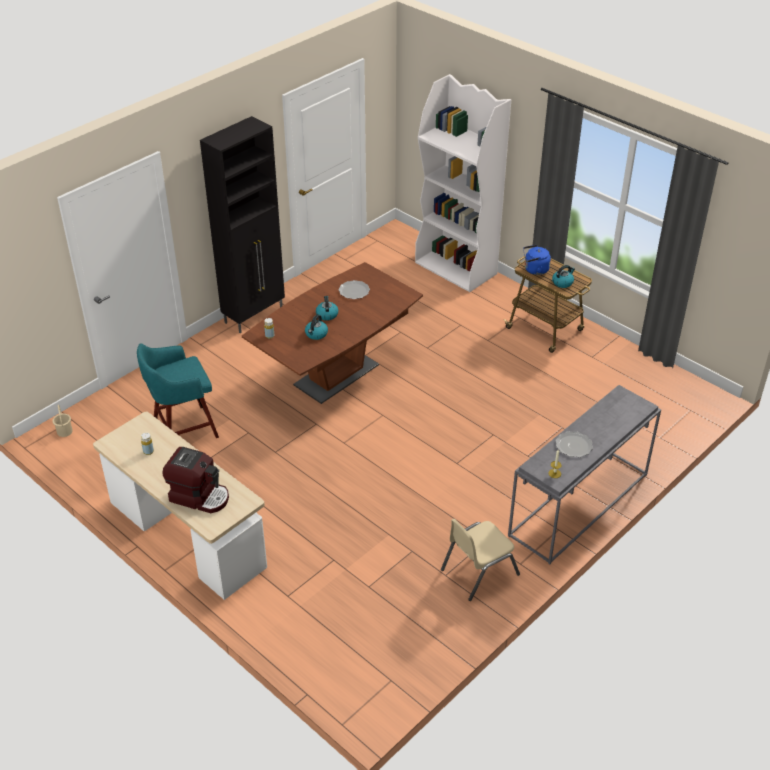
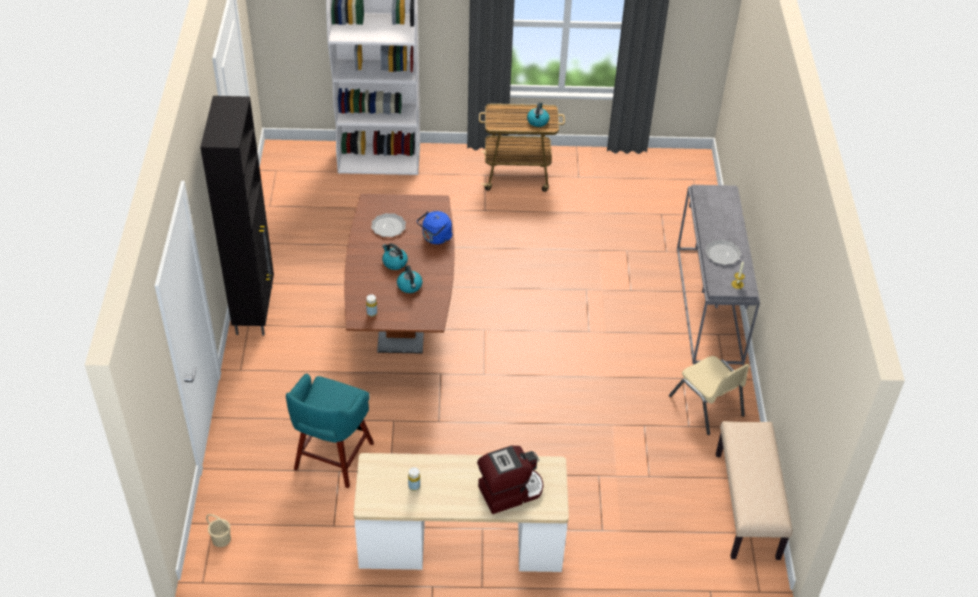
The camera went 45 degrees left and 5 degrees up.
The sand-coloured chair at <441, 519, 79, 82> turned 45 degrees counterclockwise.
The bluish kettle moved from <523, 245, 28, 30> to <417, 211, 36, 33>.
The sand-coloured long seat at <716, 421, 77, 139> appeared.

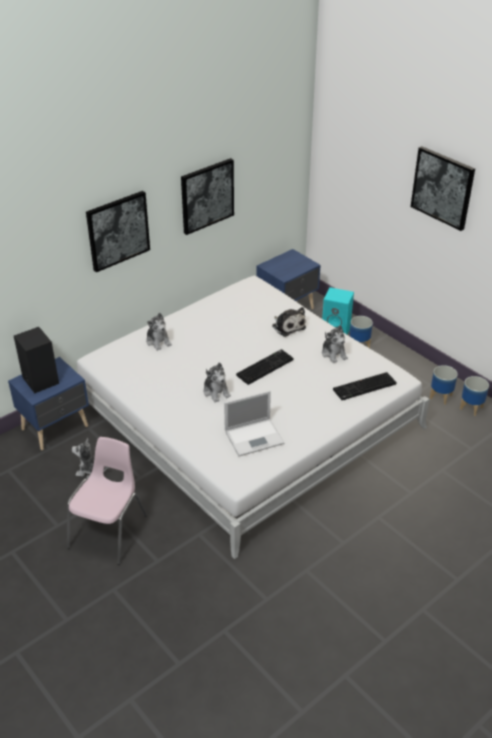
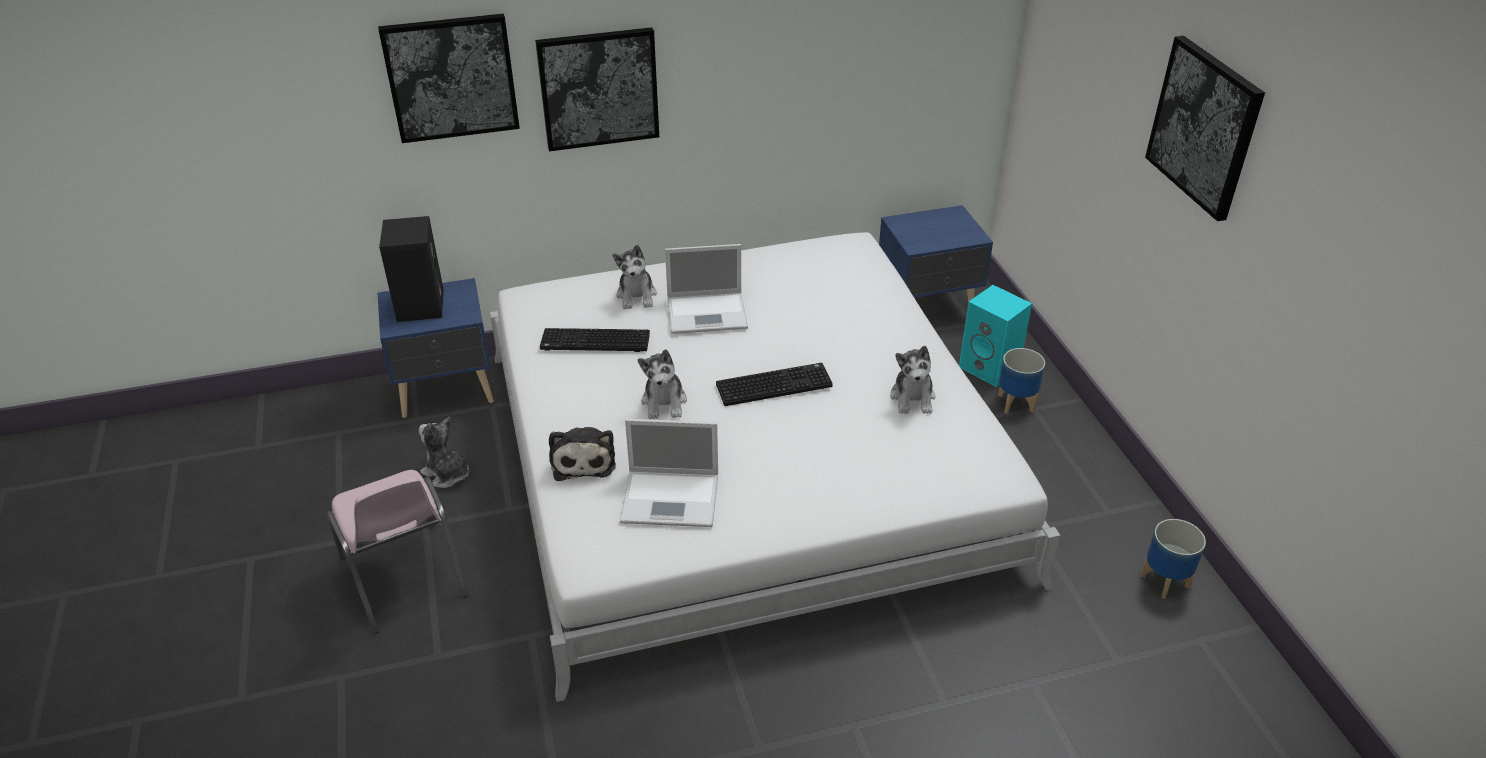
The camera went 25 degrees right and 0 degrees up.
The pink chair at <67, 437, 80, 128> turned 105 degrees clockwise.
The wall art moved from <181, 158, 53, 77> to <378, 14, 142, 129>.
The plush toy moved from <273, 307, 33, 30> to <549, 427, 67, 54>.
The keyboard moved from <333, 372, 64, 28> to <540, 328, 110, 24>.
The planter at <430, 365, 28, 40> disappeared.
The notebook computer at <665, 244, 83, 90> appeared.

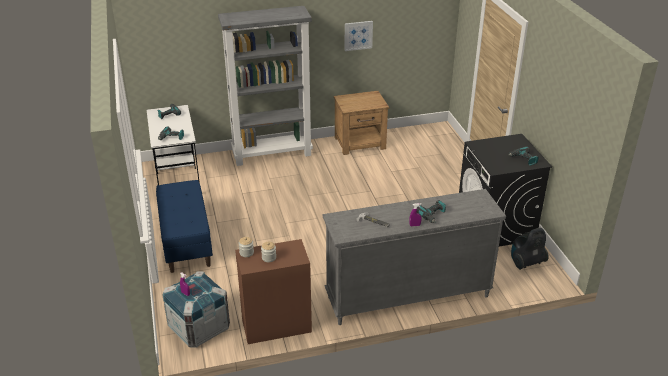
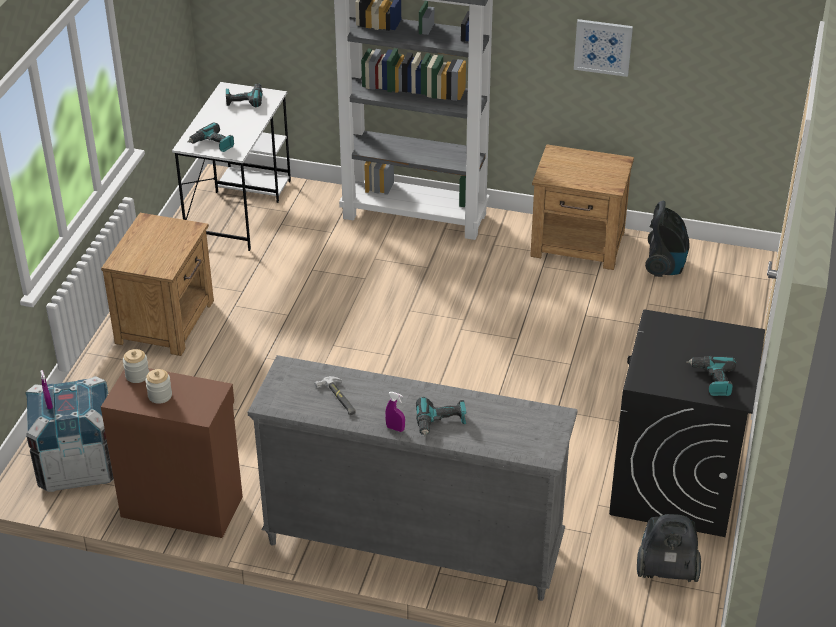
The camera went 30 degrees right and 5 degrees up.
The bluish long seat at <156, 180, 57, 93> was replaced by the brownish night table at <101, 213, 113, 143>.
The hoover at <645, 201, 44, 76> appeared.

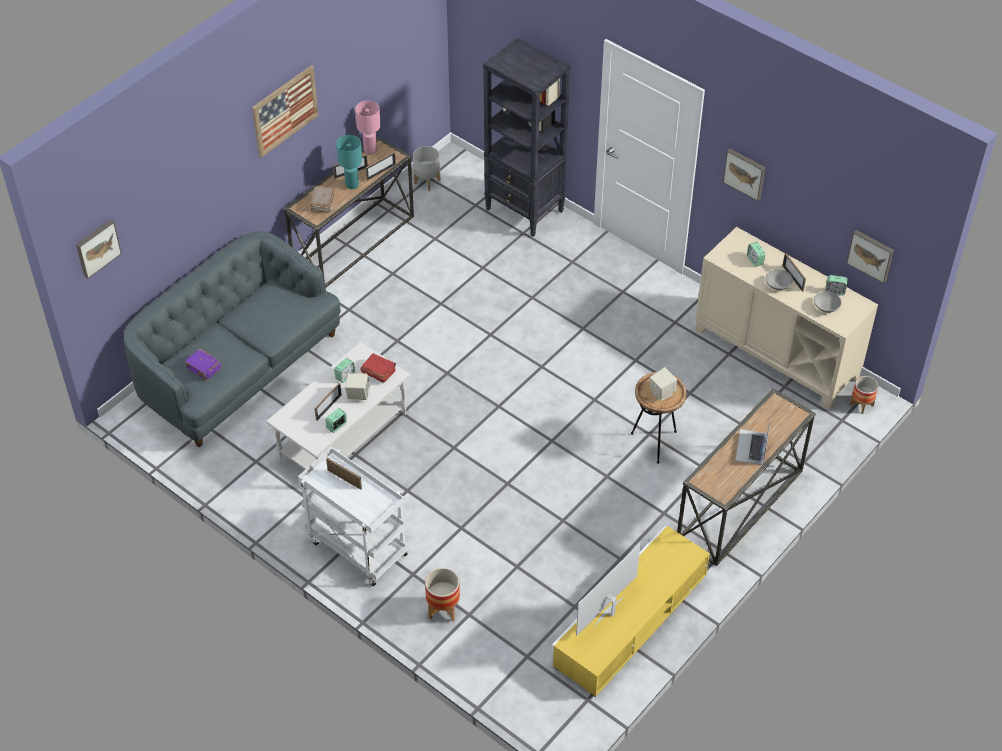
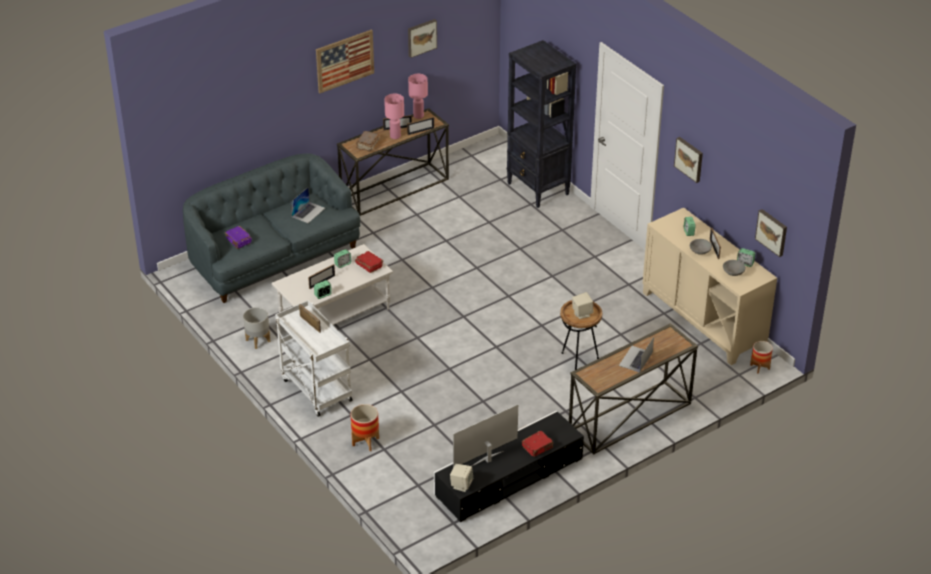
The camera went 15 degrees right and 10 degrees down.
The wall art moved from <76, 220, 46, 59> to <408, 19, 29, 39>.
The turquoise-coloured tabletop lamp at <336, 135, 26, 54> became the pink tabletop lamp at <384, 93, 20, 46>.
The sand-coloured speaker moved from <345, 373, 25, 30> to <450, 464, 23, 28>.
The grey planter moved from <413, 146, 28, 45> to <243, 307, 27, 42>.
The yellow tv unit at <551, 525, 159, 172> became the black-coloured tv unit at <434, 411, 150, 111>.
The notebook computer at <291, 187, 34, 36> appeared.
The red-coloured volume at <522, 431, 31, 26> appeared.

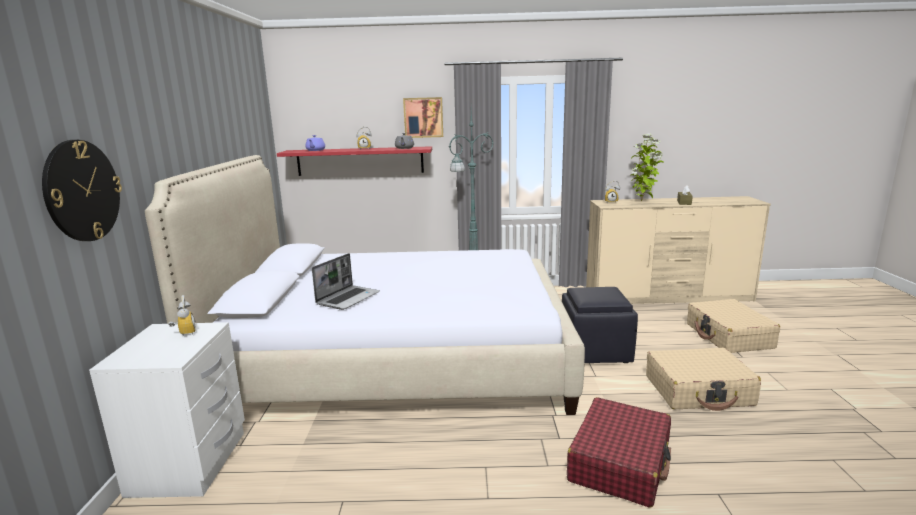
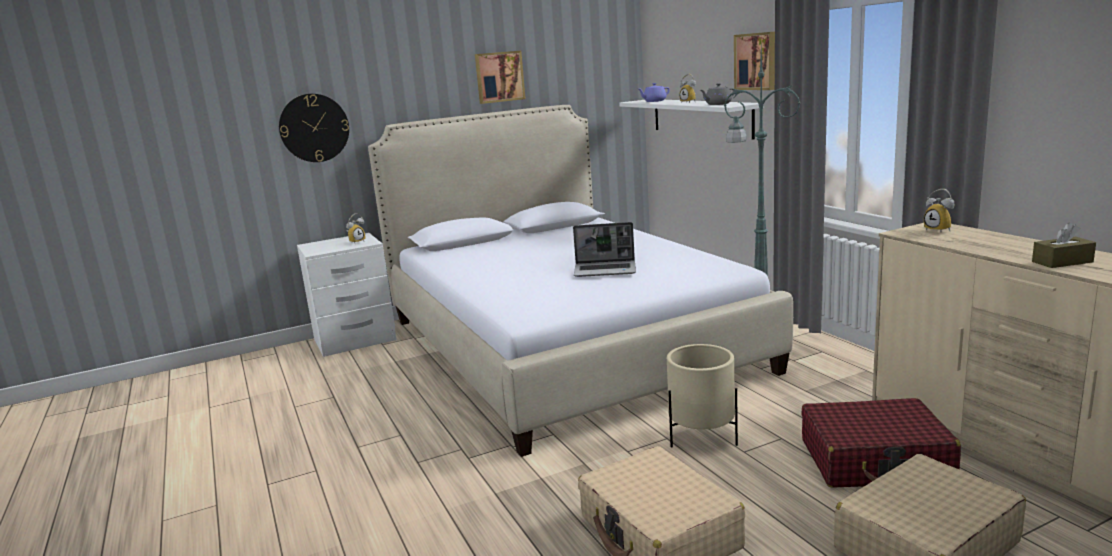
The camera went 65 degrees right and 0 degrees up.
The red-coloured wall shelf at <277, 146, 155, 30> became the white-coloured wall shelf at <619, 100, 145, 40>.
The notebook computer moved from <312, 253, 68, 57> to <573, 222, 63, 55>.
The black-coloured pouffe at <562, 287, 76, 76> was replaced by the sand-coloured planter at <667, 344, 71, 104>.
The red-coloured piece of luggage moved from <567, 397, 104, 111> to <801, 398, 160, 90>.
The potted plant at <631, 133, 32, 69> disappeared.
The wall art at <475, 51, 50, 53> appeared.

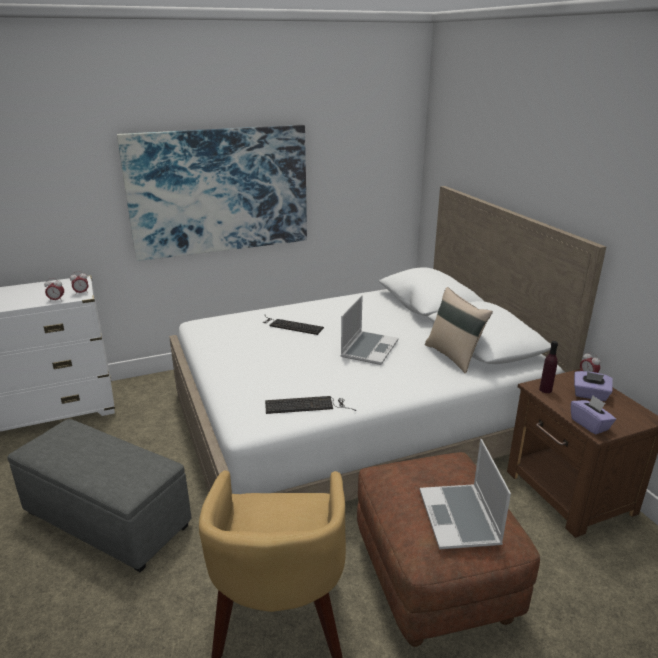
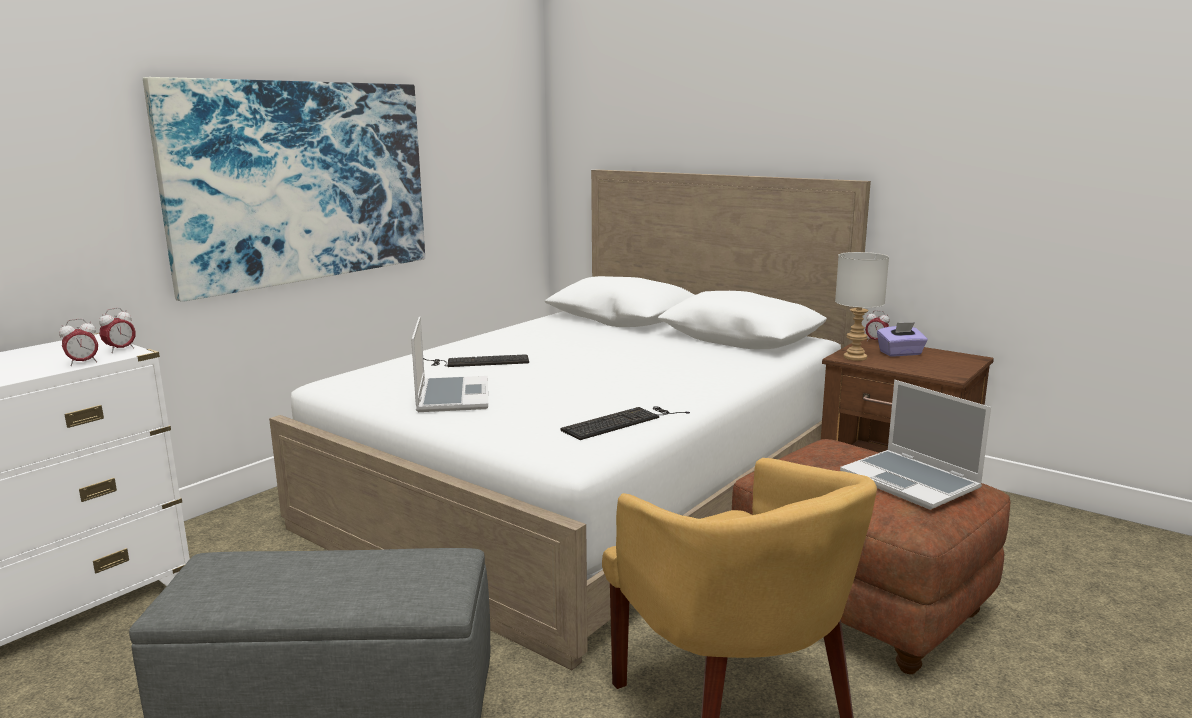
The camera went 30 degrees left and 10 degrees down.
The notebook computer moved from <341, 295, 58, 70> to <411, 316, 77, 96>.
The sand-coloured pillow at <425, 287, 68, 87> disappeared.
The purple bottle at <539, 341, 19, 52> was replaced by the grey tabletop lamp at <835, 252, 54, 109>.
The purple box of tissues at <571, 395, 45, 40> disappeared.

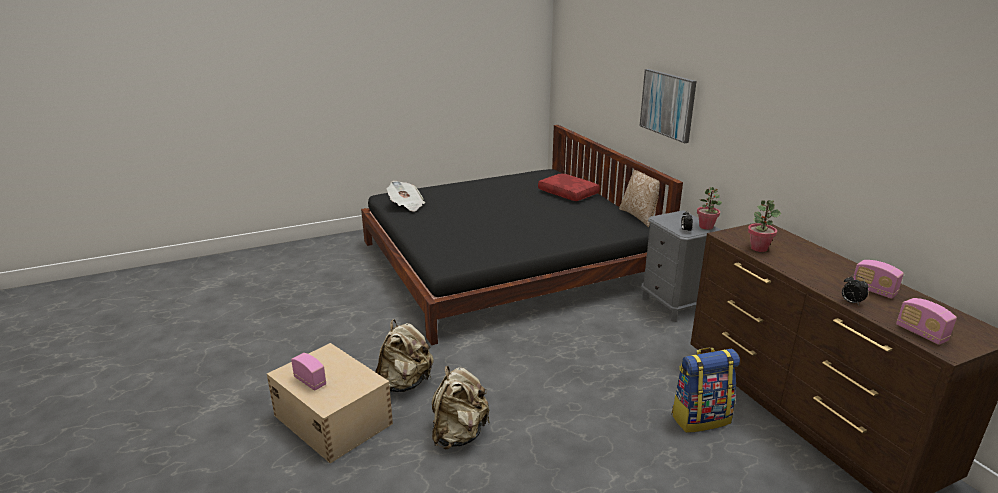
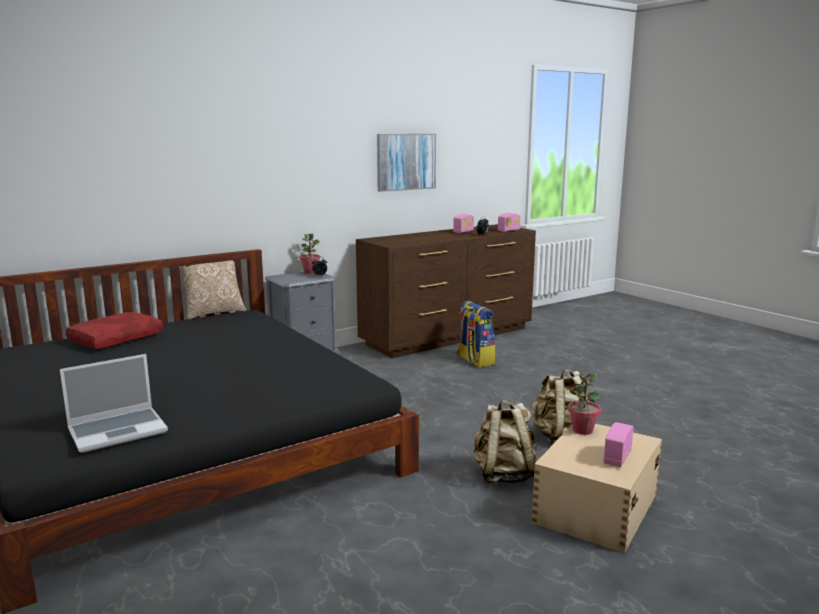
The camera went 100 degrees left and 10 degrees down.
The printed paper at <387, 181, 38, 31> was replaced by the notebook computer at <60, 354, 108, 99>.
The wall art moved from <640, 69, 57, 74> to <377, 134, 59, 58>.
The potted plant moved from <748, 200, 33, 52> to <568, 372, 33, 63>.

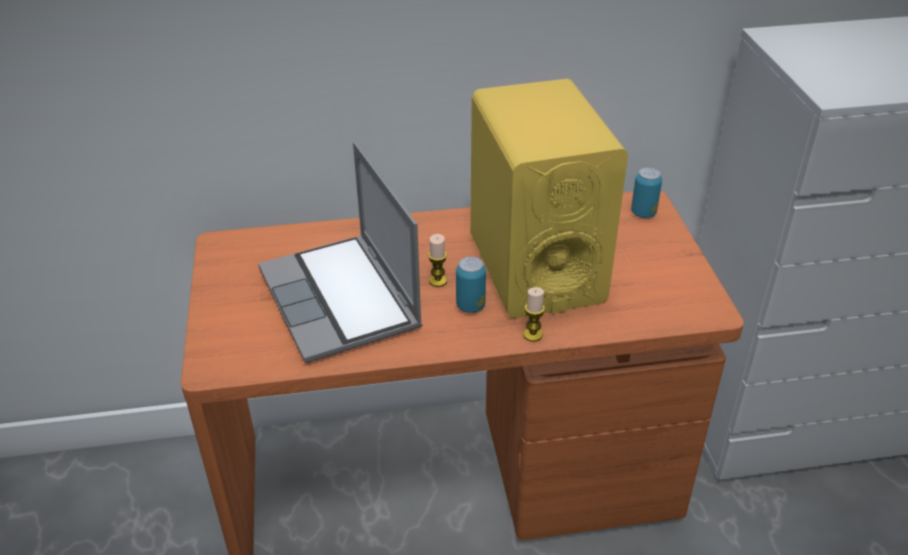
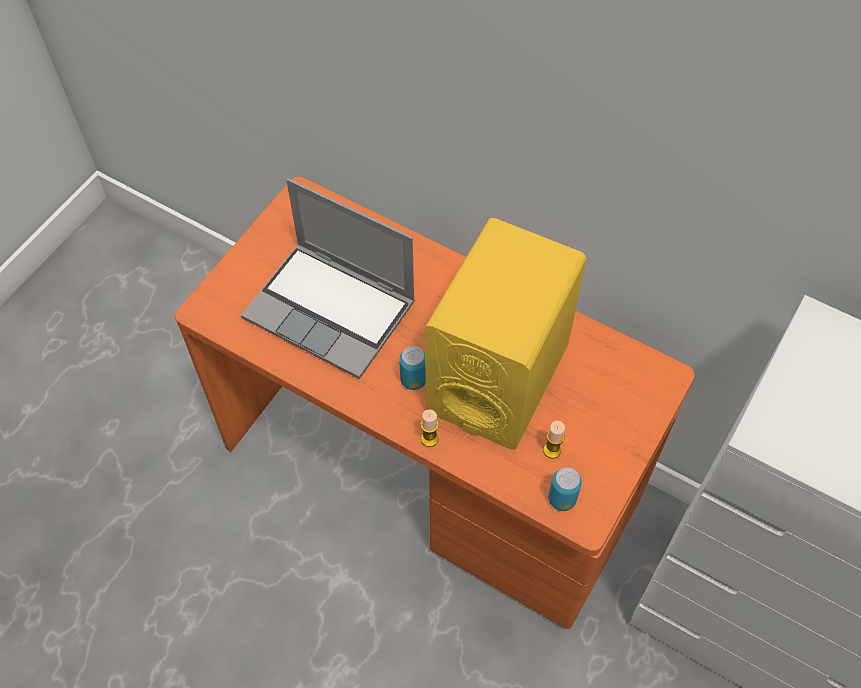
The camera went 40 degrees right and 20 degrees up.
The notebook computer at <258, 142, 164, 221> turned 75 degrees counterclockwise.
The wax light moved from <428, 234, 19, 53> to <543, 421, 22, 38>.
The can moved from <631, 167, 31, 51> to <548, 467, 34, 44>.

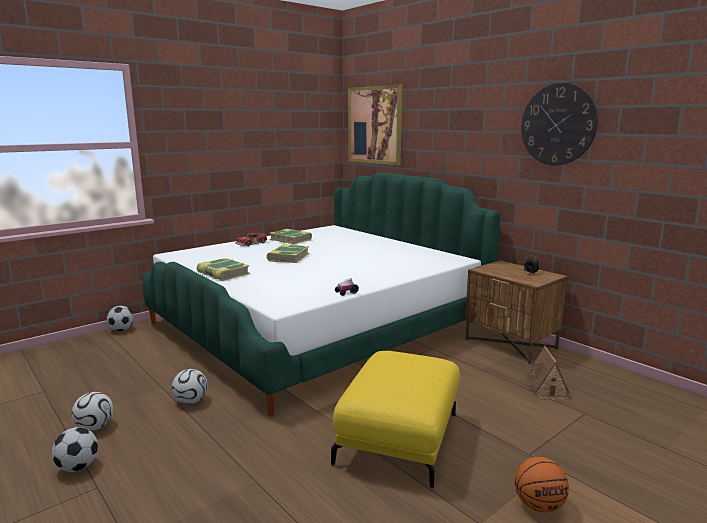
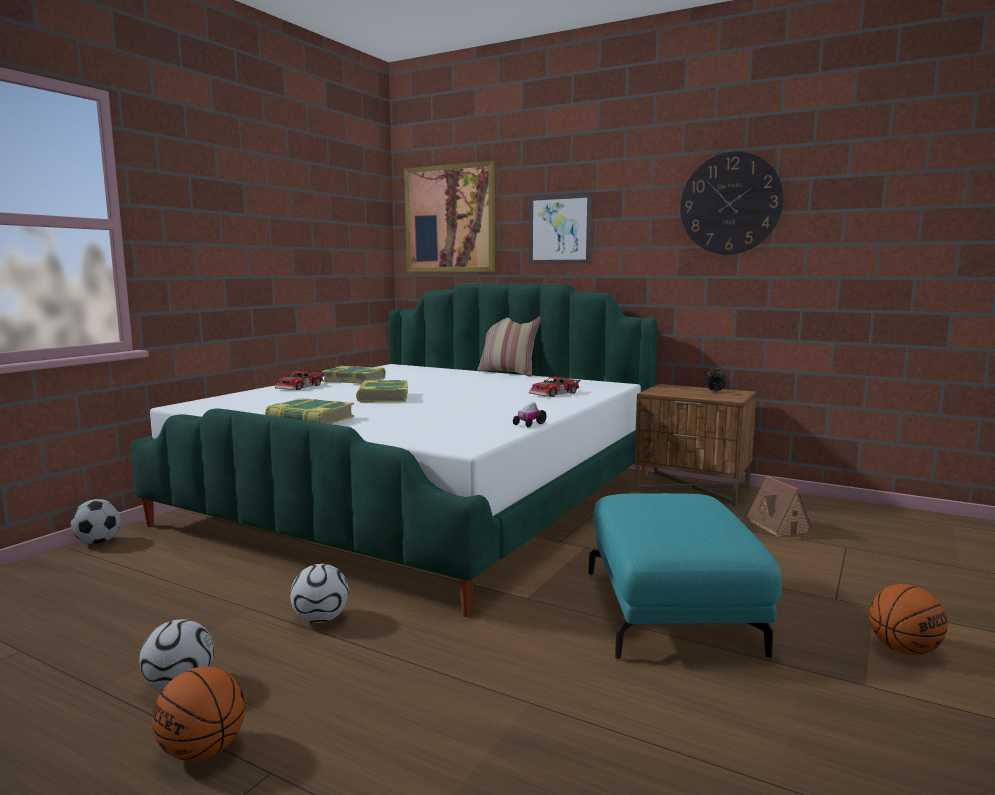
The camera went 20 degrees left and 5 degrees down.
The football at <52, 427, 46, 45> was replaced by the basketball at <152, 667, 93, 94>.
The yellow pouffe at <331, 351, 129, 137> became the turquoise-coloured pouffe at <588, 493, 193, 166>.
The pillow at <477, 316, 64, 60> appeared.
The wall art at <529, 193, 63, 71> appeared.
The miniature car at <529, 377, 52, 20> appeared.

